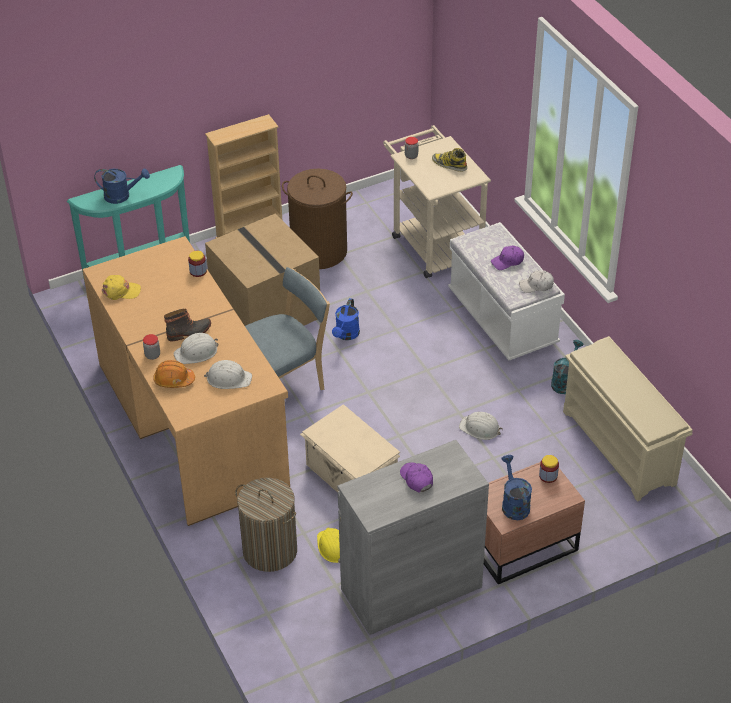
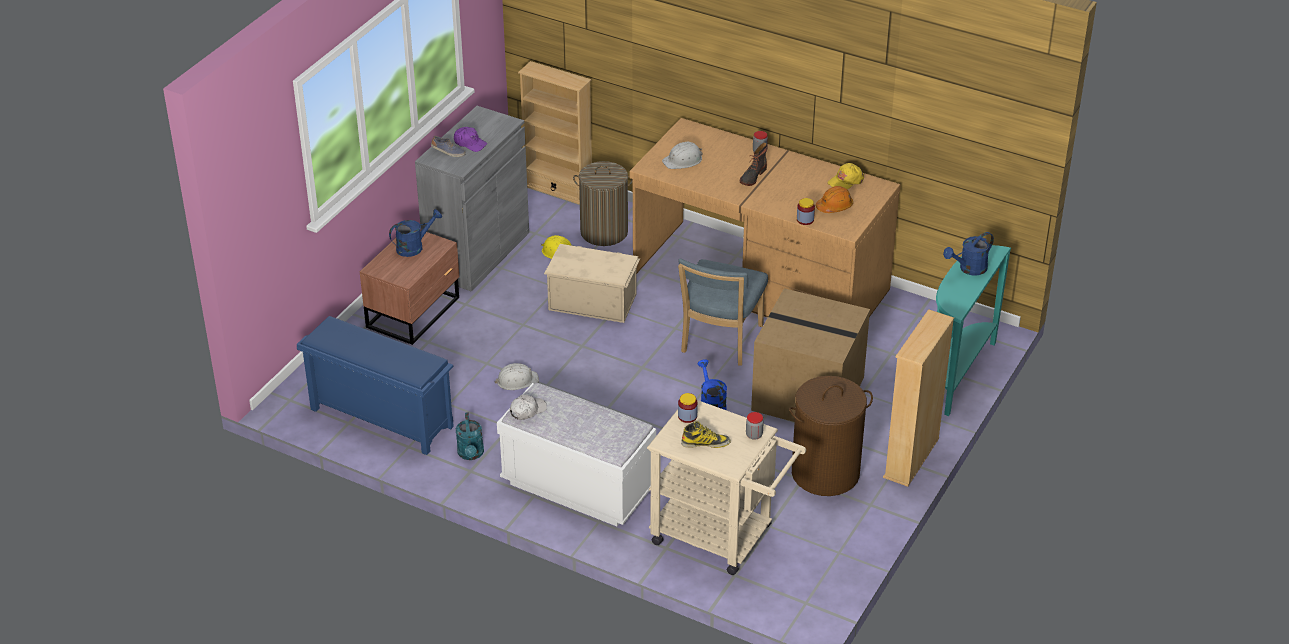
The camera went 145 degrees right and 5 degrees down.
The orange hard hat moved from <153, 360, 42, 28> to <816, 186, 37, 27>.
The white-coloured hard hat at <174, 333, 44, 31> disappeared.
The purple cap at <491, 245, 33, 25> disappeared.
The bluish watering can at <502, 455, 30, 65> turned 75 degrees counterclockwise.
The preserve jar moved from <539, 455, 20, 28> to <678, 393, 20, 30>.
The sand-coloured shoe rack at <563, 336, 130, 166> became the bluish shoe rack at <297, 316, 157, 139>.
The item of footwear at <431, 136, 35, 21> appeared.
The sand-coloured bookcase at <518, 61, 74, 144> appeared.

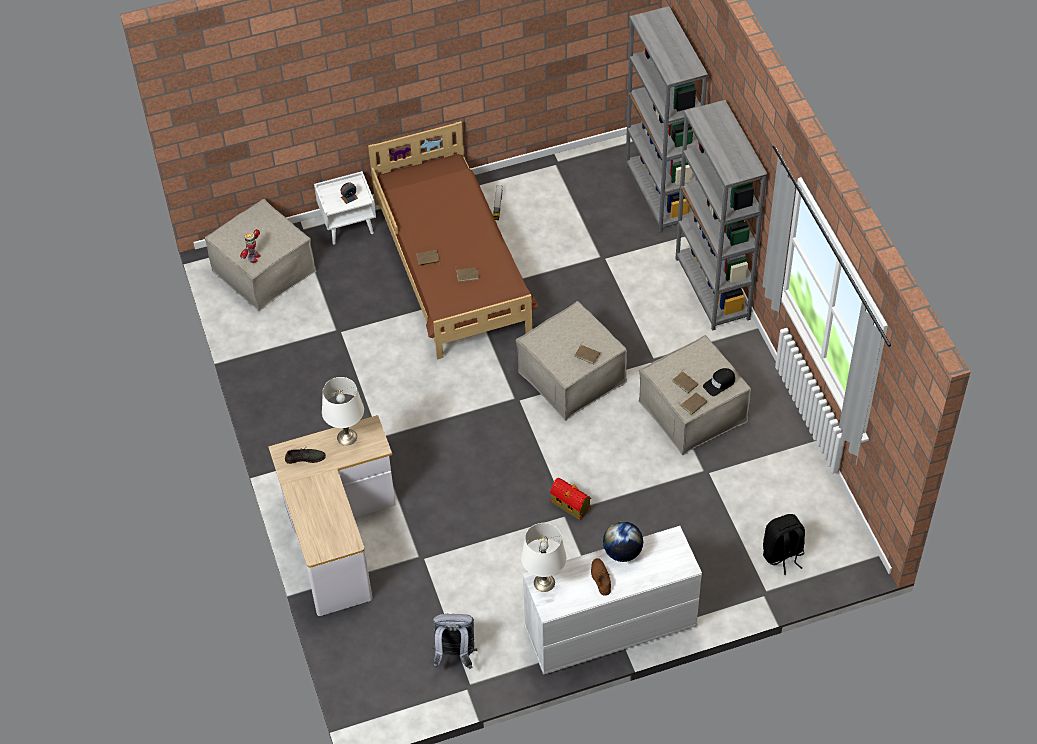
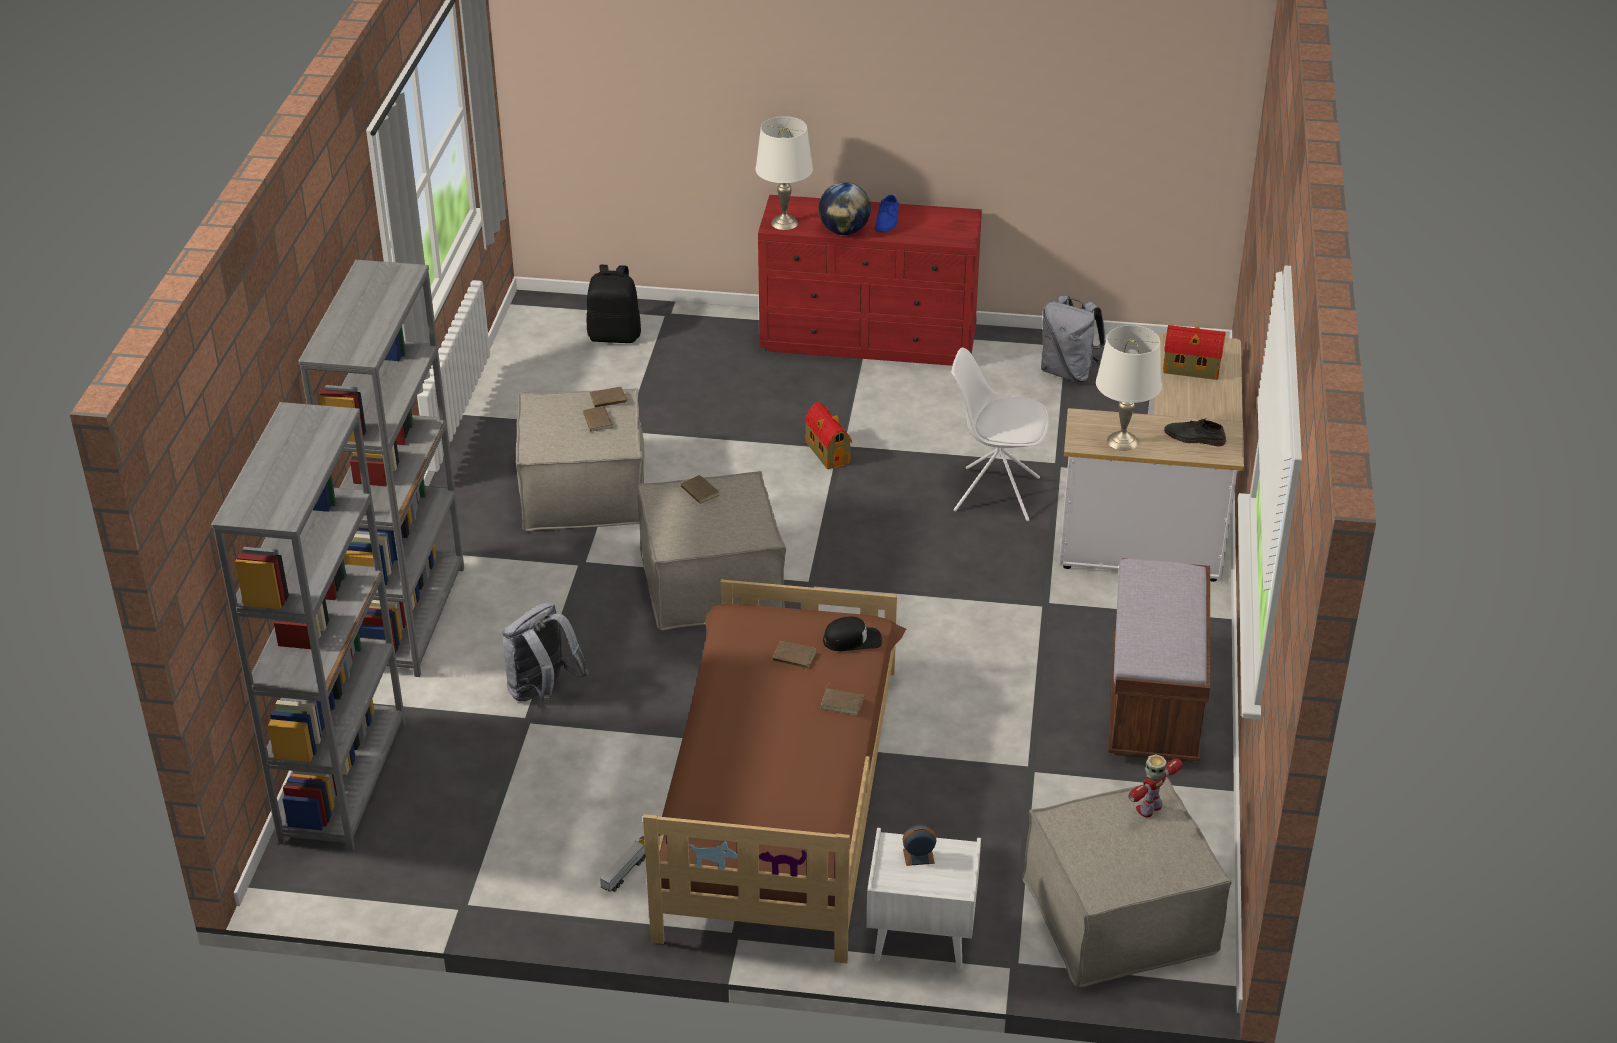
The camera went 155 degrees left and 15 degrees down.
The white-coloured tabletop lamp moved from <521, 523, 45, 69> to <755, 116, 58, 114>.
The white-coloured dresser at <523, 526, 179, 149> became the red-coloured dresser at <758, 195, 224, 171>.
The brownish item of footwear at <591, 558, 20, 38> became the bluish item of footwear at <875, 195, 24, 38>.
The black-coloured cap moved from <703, 368, 32, 28> to <823, 616, 59, 35>.
The grey backpack at <502, 602, 87, 101> appeared.
The white-coloured chair at <951, 348, 98, 173> appeared.
The brownish long seat at <1108, 558, 102, 204> appeared.
The miniature house at <1163, 325, 63, 55> appeared.

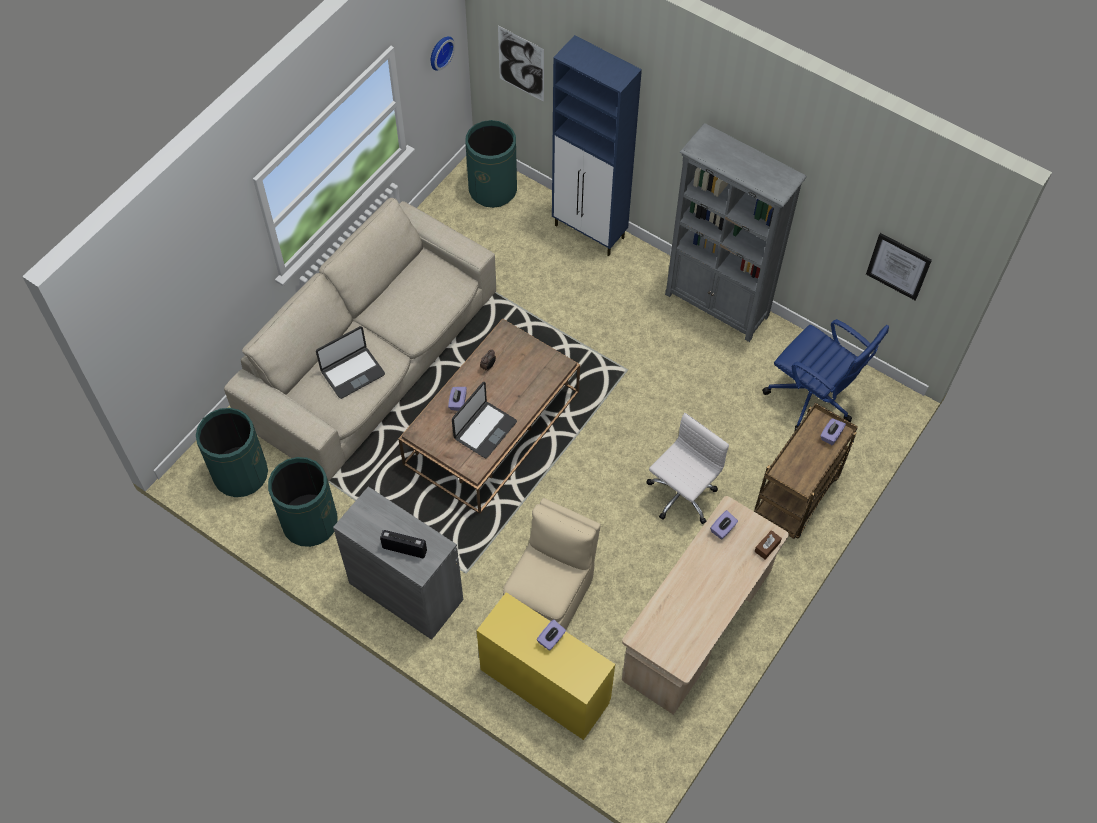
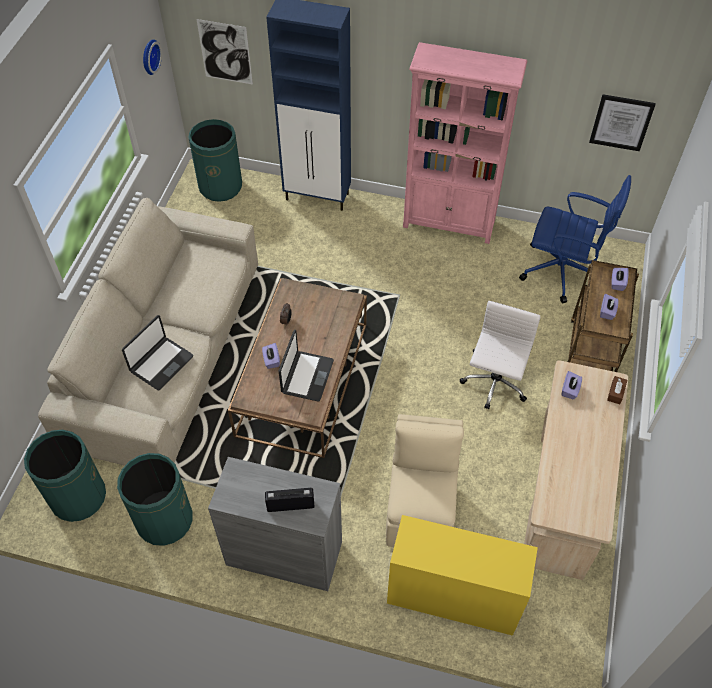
The camera went 20 degrees left and 5 degrees down.
The purple box of tissues moved from <537, 620, 29, 31> to <600, 294, 19, 26>.
The grey bookcase at <665, 123, 142, 219> became the pink bookcase at <403, 42, 124, 202>.

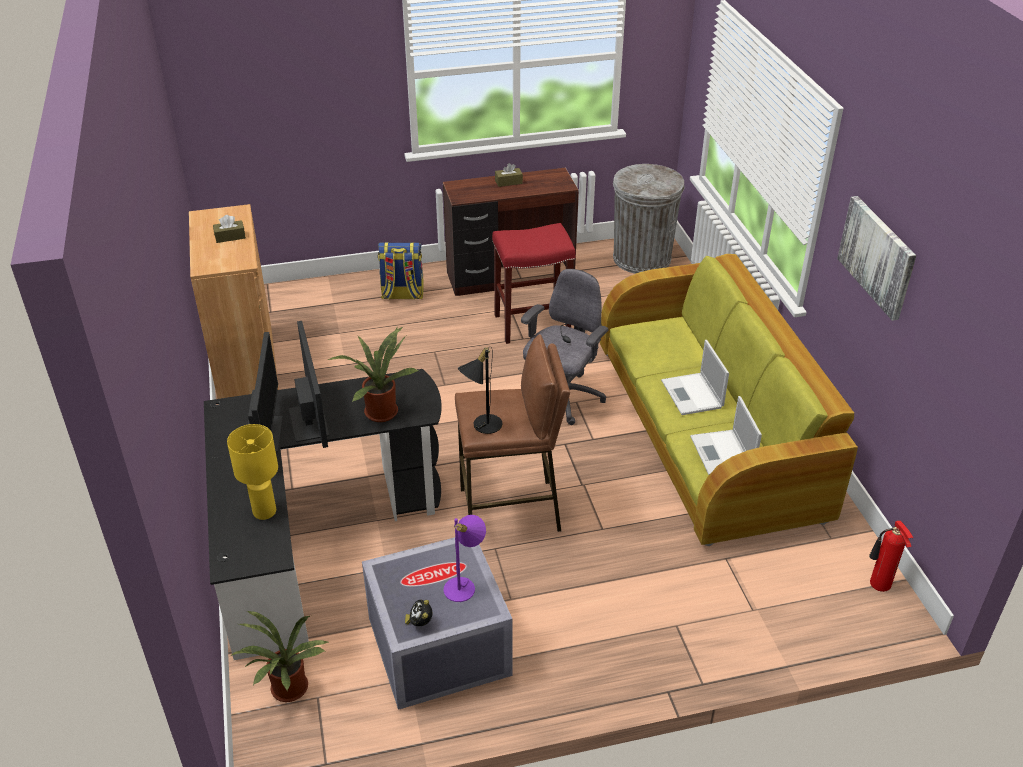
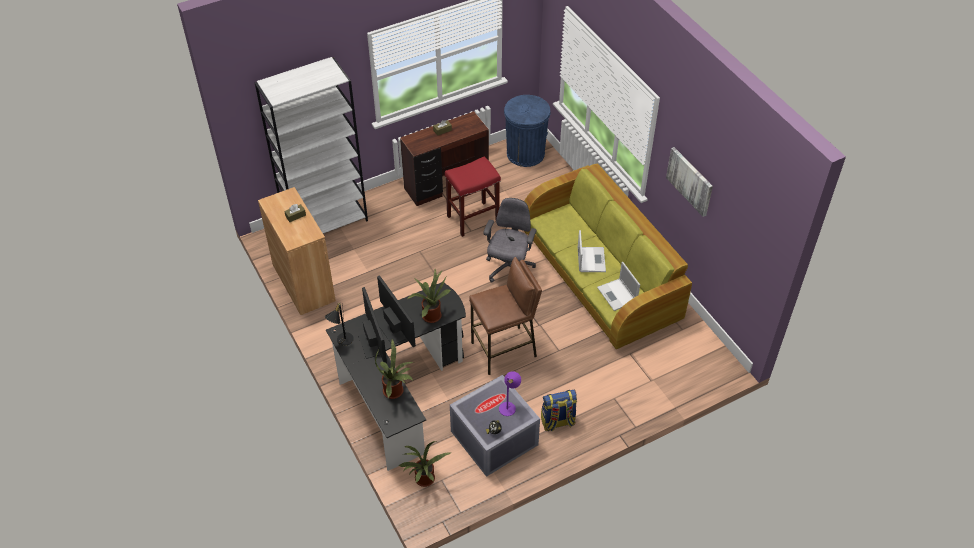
The camera went 15 degrees left and 10 degrees up.
The yellow tabletop lamp at <227, 424, 51, 96> was replaced by the potted plant at <375, 339, 38, 60>.
The backpack moved from <378, 242, 46, 58> to <541, 390, 36, 42>.
The black-coloured tabletop lamp moved from <458, 347, 45, 87> to <325, 302, 29, 44>.
The grey trash can at <613, 164, 72, 110> became the bluish trash can at <504, 95, 47, 72>.
The notebook computer at <661, 340, 68, 75> turned 150 degrees counterclockwise.
The fire-fighting cylinder at <869, 521, 45, 71> disappeared.
The white-coloured bookcase at <255, 57, 113, 176> appeared.

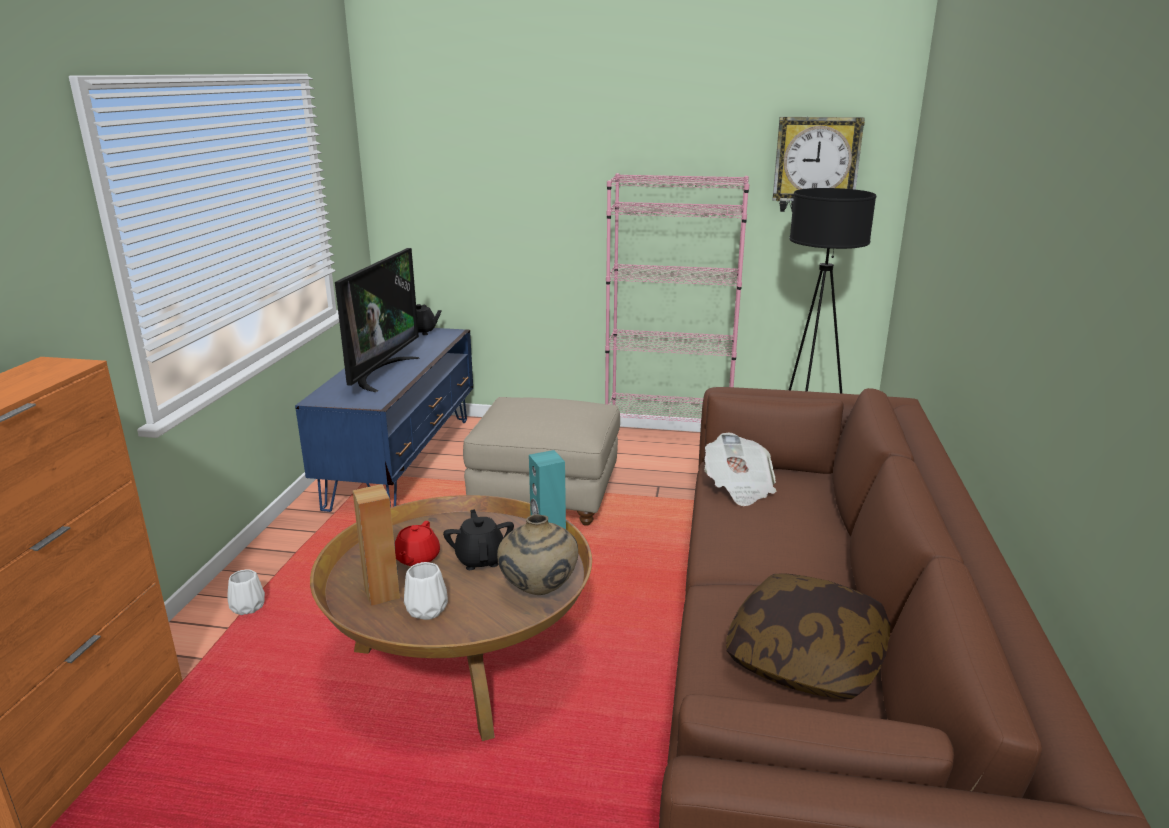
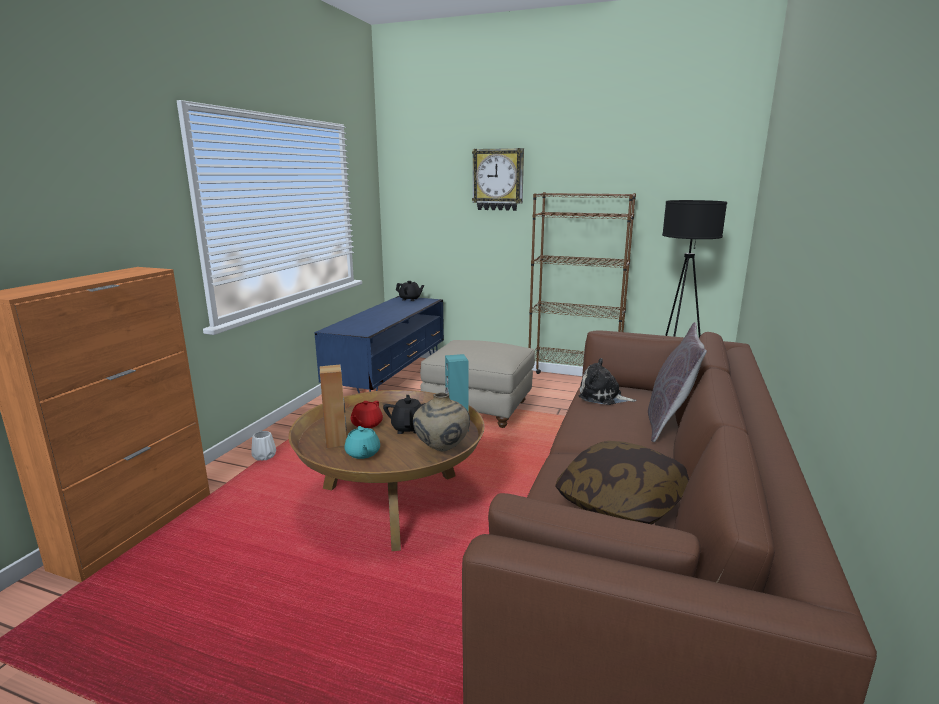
The camera went 10 degrees right and 5 degrees down.
The TV at <335, 248, 85, 144> disappeared.
The white-coloured vase at <404, 562, 44, 58> was replaced by the turquoise-coloured tea pot at <344, 426, 36, 33>.
The pink bookcase at <605, 173, 144, 249> became the brownish bookcase at <529, 192, 107, 182>.
The printed paper at <704, 433, 73, 73> was replaced by the plush toy at <578, 358, 58, 47>.
The clock on the wall moved from <772, 117, 93, 95> to <472, 148, 52, 63>.
The grey pillow at <648, 322, 59, 120> appeared.

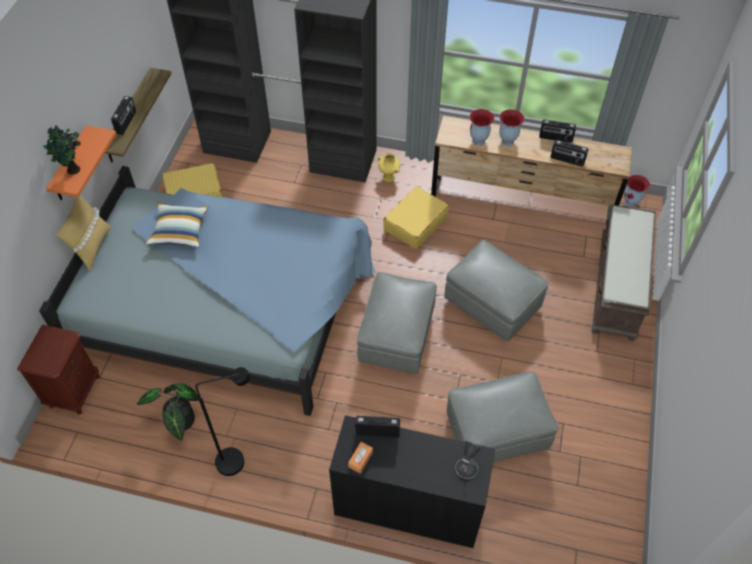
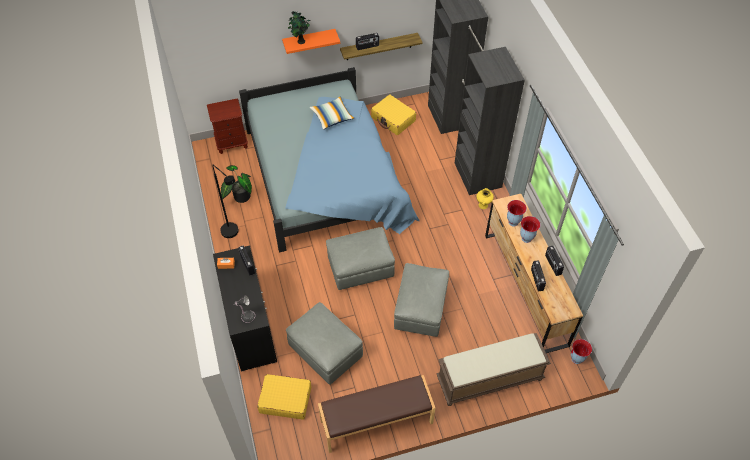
The camera went 60 degrees right and 0 degrees up.
The yellow pillow at <56, 195, 55, 76> disappeared.
The yellow piece of luggage moved from <384, 186, 65, 63> to <257, 374, 54, 46>.
The brownish long seat at <318, 375, 117, 78> appeared.

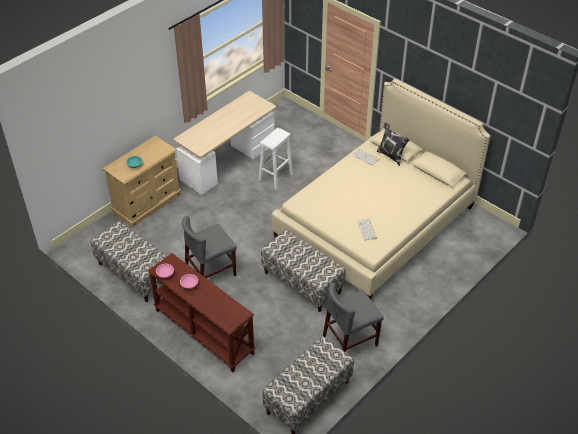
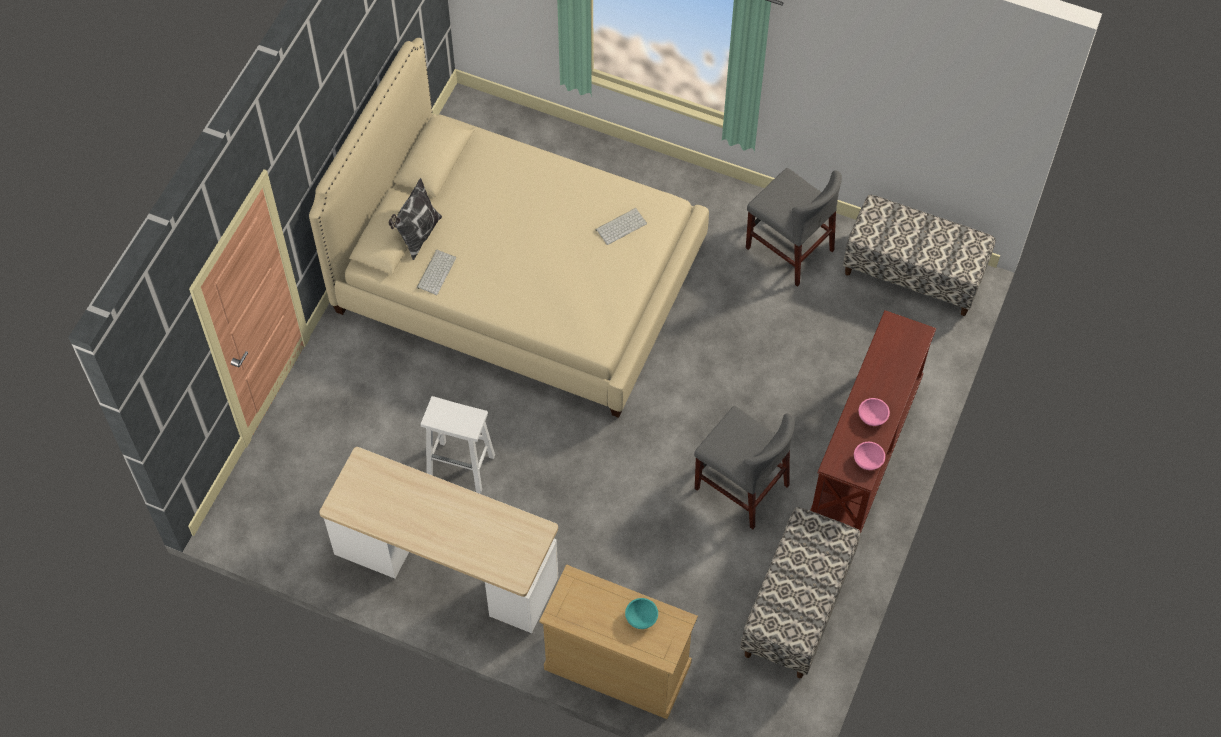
The camera went 110 degrees left and 15 degrees up.
The long seat at <261, 230, 85, 82> disappeared.

